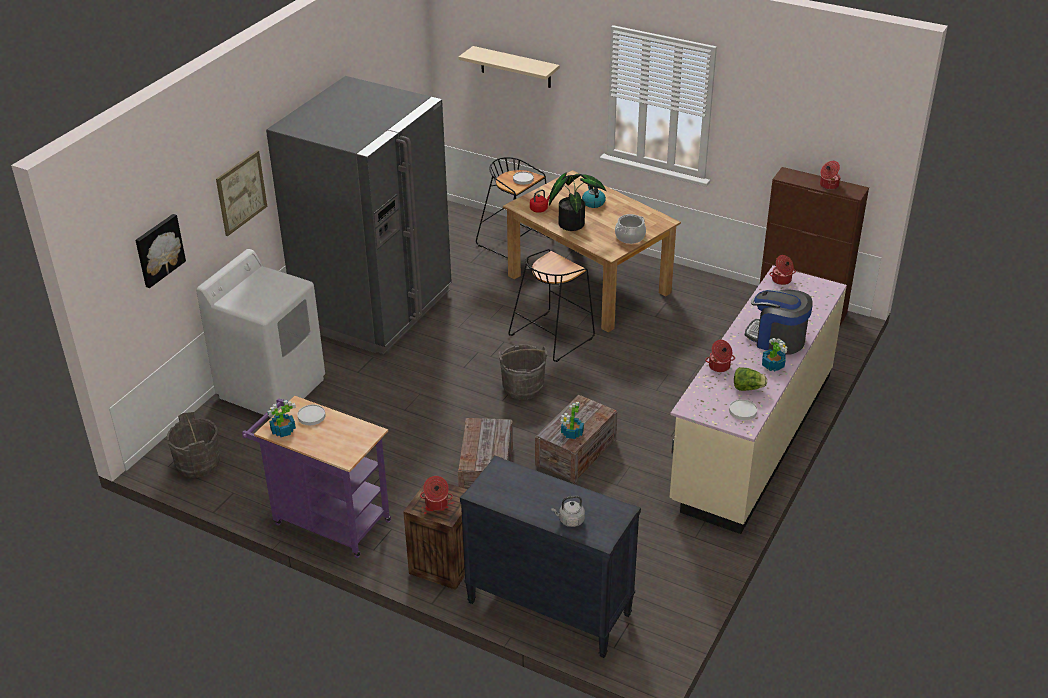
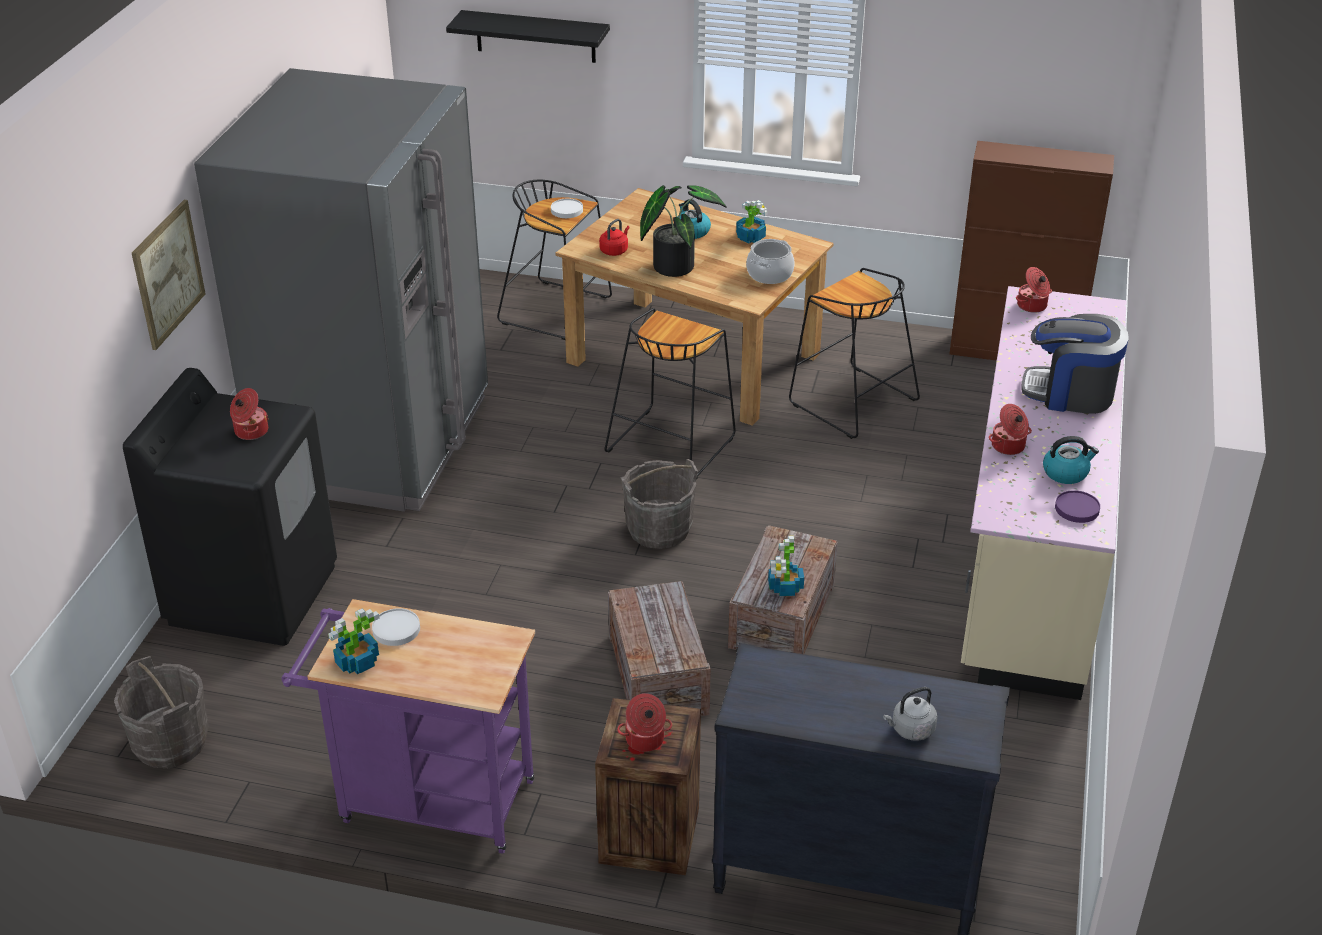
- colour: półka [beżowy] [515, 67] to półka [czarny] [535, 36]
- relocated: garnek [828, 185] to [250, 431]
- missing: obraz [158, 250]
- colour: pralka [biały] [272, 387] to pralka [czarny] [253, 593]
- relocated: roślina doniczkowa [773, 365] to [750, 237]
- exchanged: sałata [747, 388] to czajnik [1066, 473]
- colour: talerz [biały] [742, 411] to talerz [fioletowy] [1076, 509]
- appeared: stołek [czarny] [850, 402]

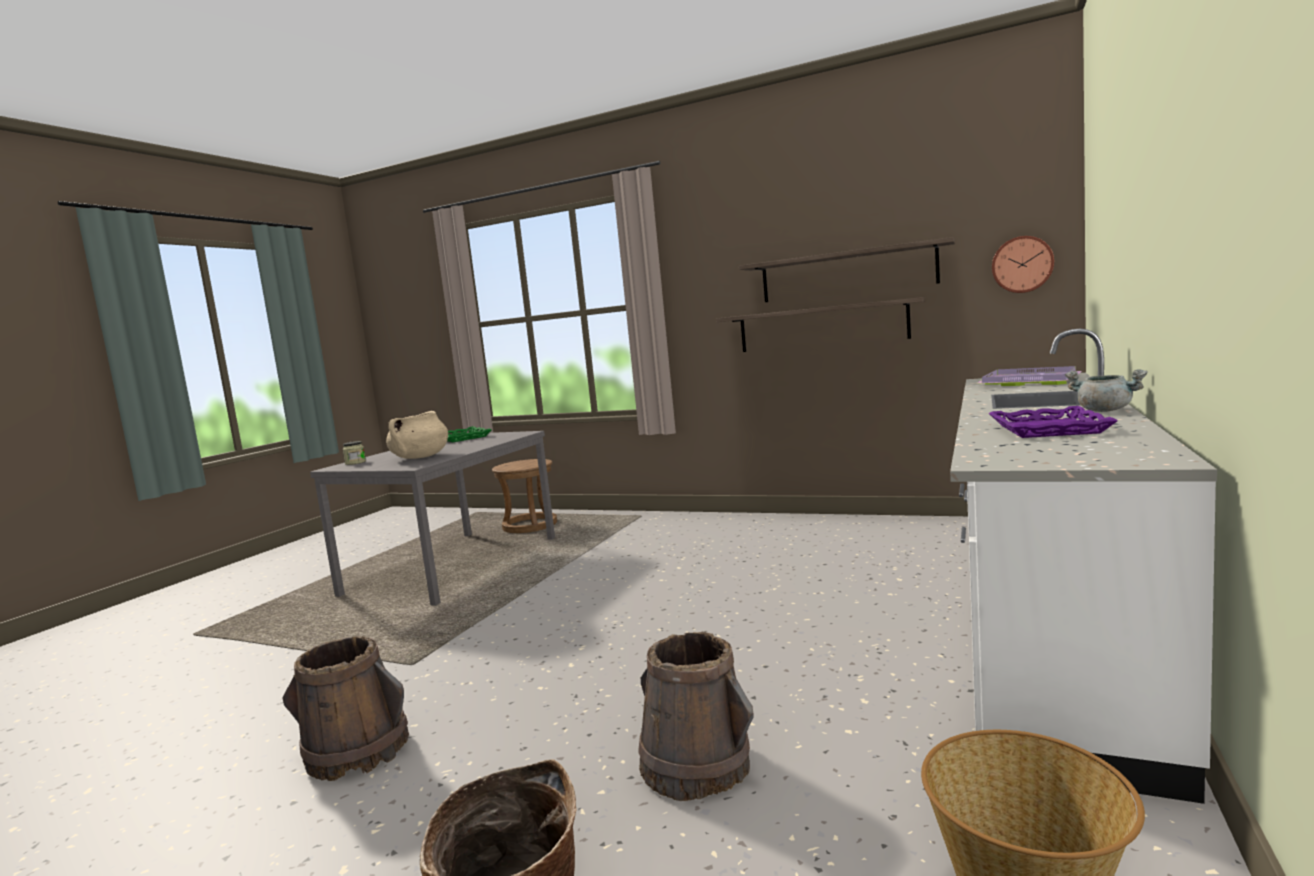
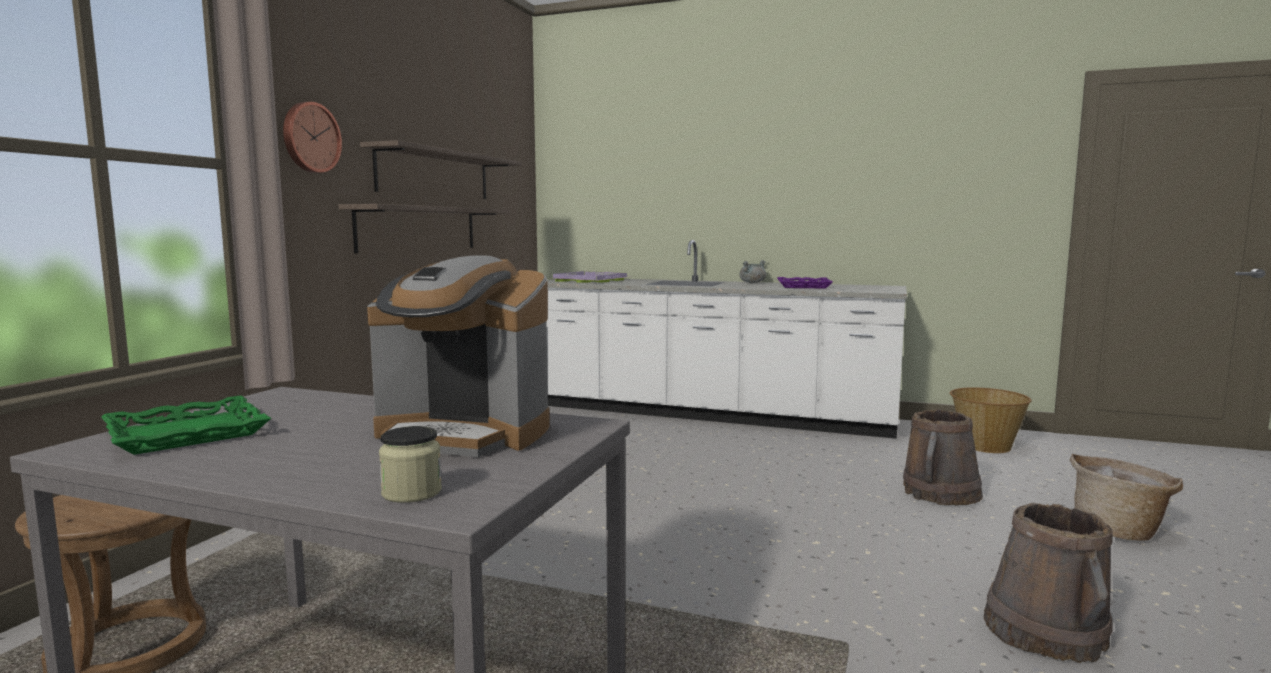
- relocated: zegar ścienny [1022, 264] to [310, 137]
- exchanged: garnek [beżowy] [420, 457] to ekspres do kawy [464, 434]

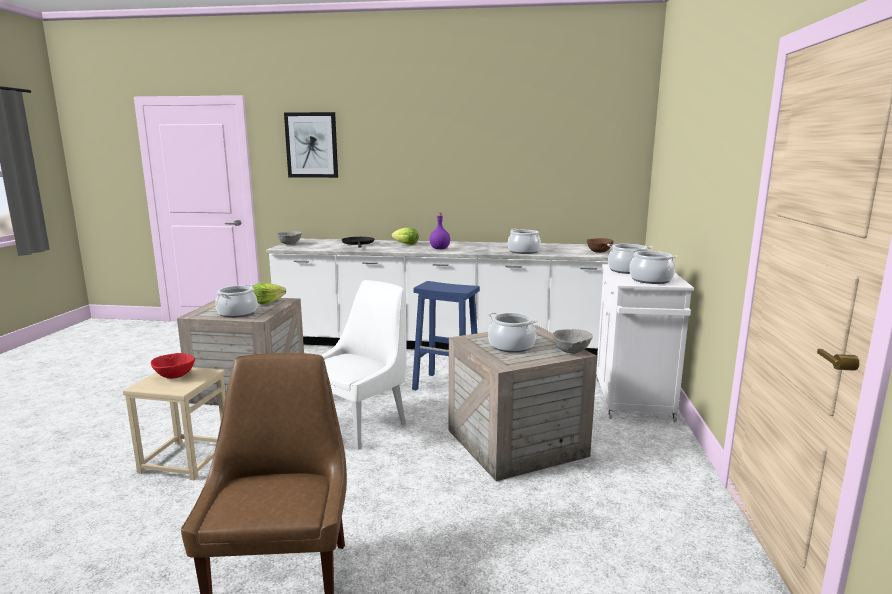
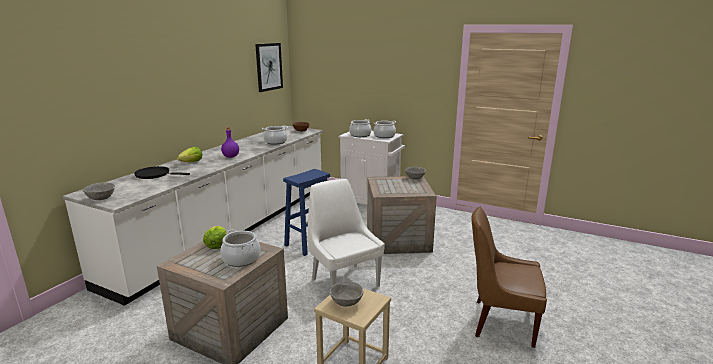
- relocated: obraz [311, 145] to [269, 67]
- missing: garnek [511, 346]
- colour: miska [czerwony] [174, 376] to miska [szary] [346, 303]

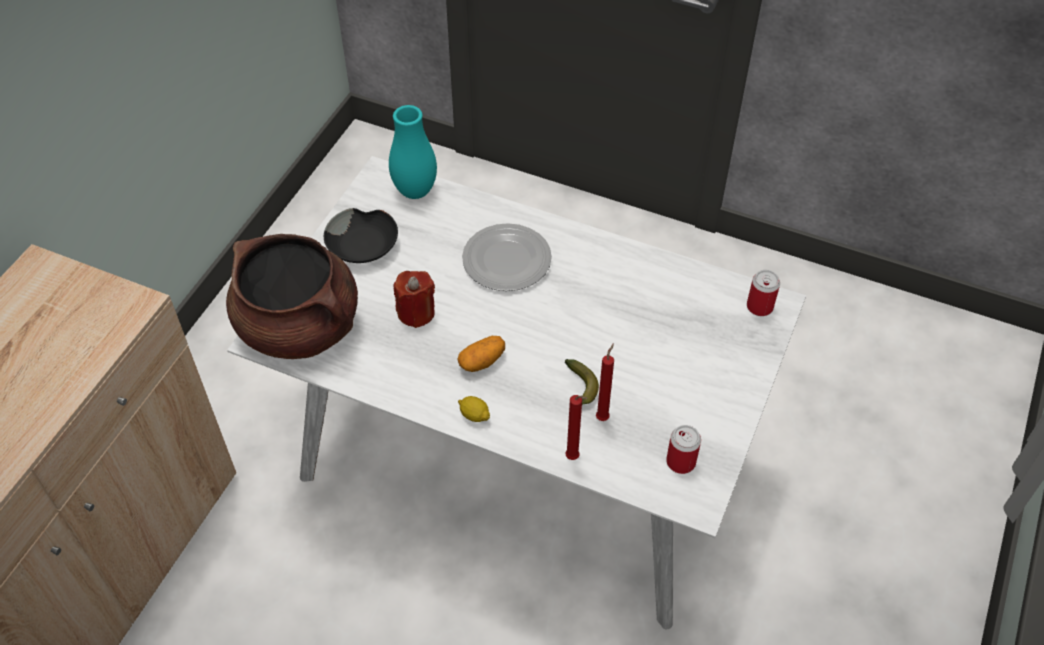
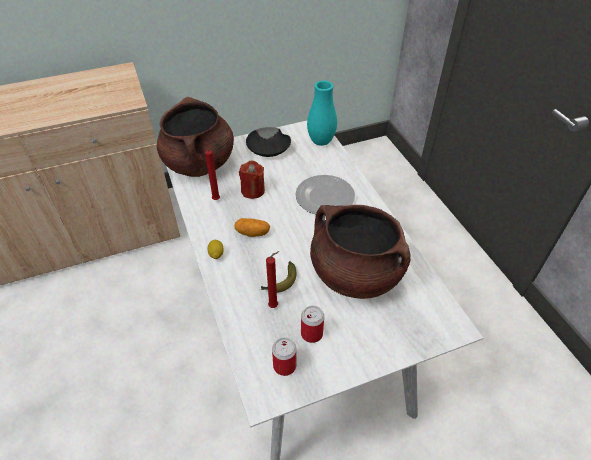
- relocated: puszka [759, 307] to [311, 333]
- relocated: świeca [czerwony] [574, 458] to [216, 200]
- appeared: garnek [brązowy] [355, 274]

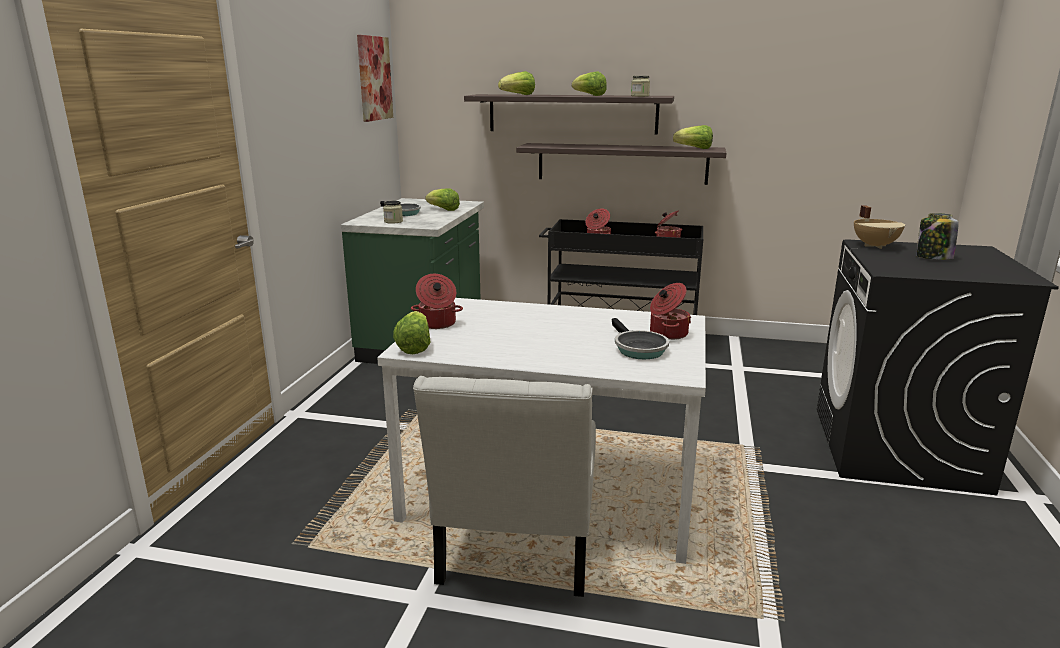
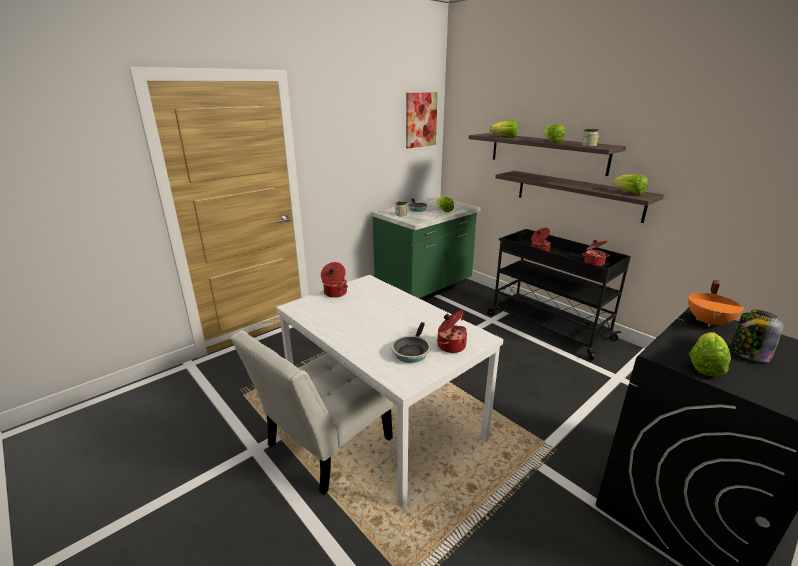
- colour: garnek [beżowy] [875, 246] to garnek [pomarańczowy] [709, 322]
- relocated: sałata [414, 347] to [704, 365]

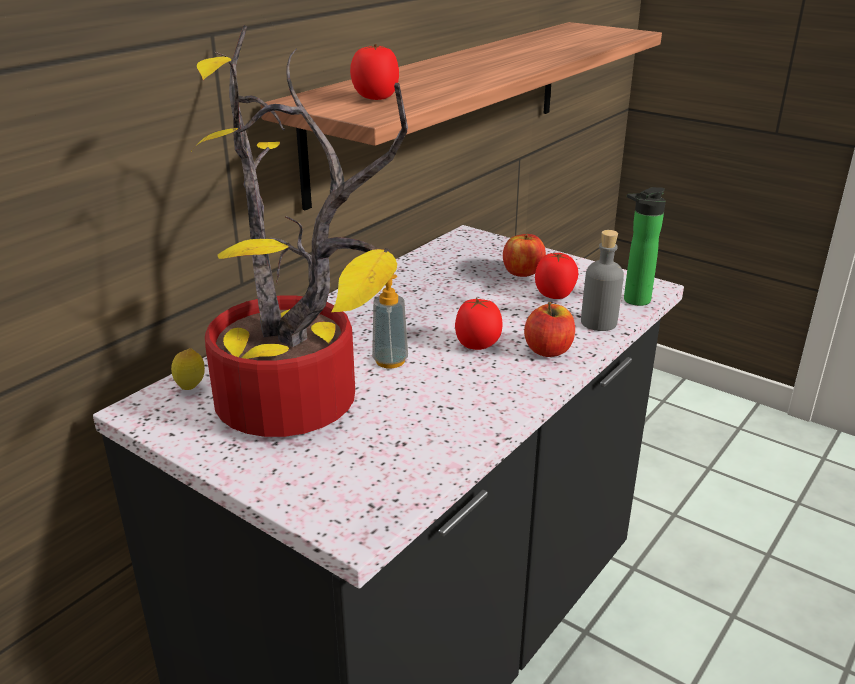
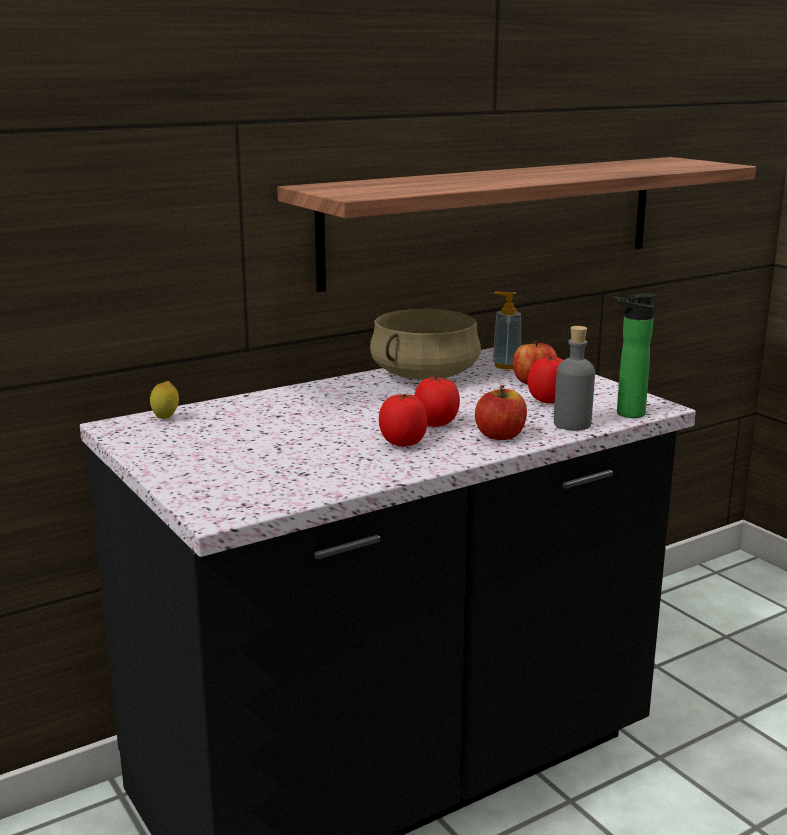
- missing: roślina doniczkowa [299, 405]
- relocated: pomidor [375, 98] to [402, 443]
- relocated: dozownik mydła [390, 361] to [506, 366]
- appeared: garnek [beżowy] [425, 376]

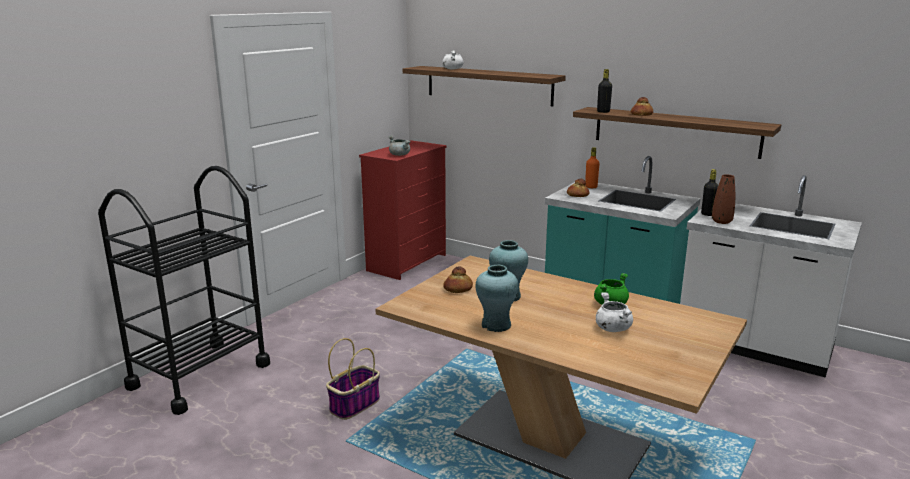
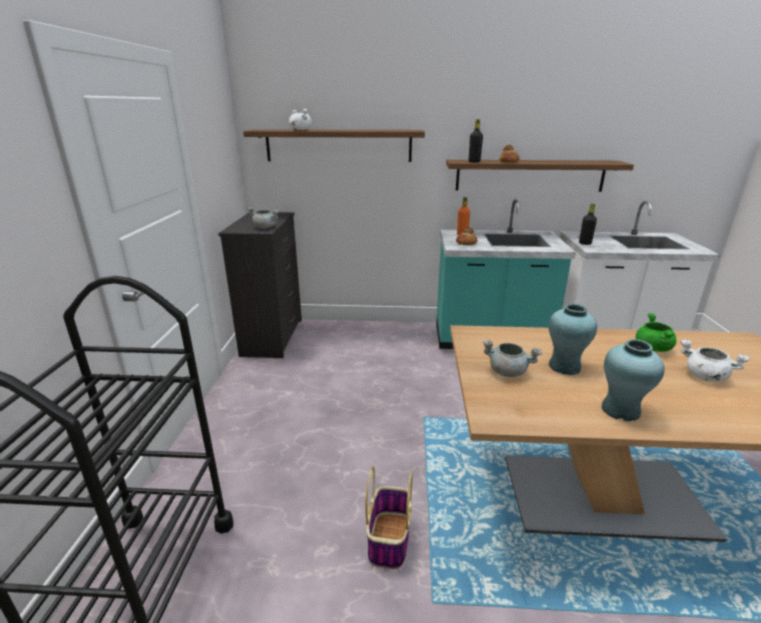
- colour: komoda [czerwony] [408, 262] to komoda [czarny] [273, 337]
- missing: wazon [brązowy] [721, 221]
- exchanged: chleb [458, 289] to garnek [szary] [508, 371]

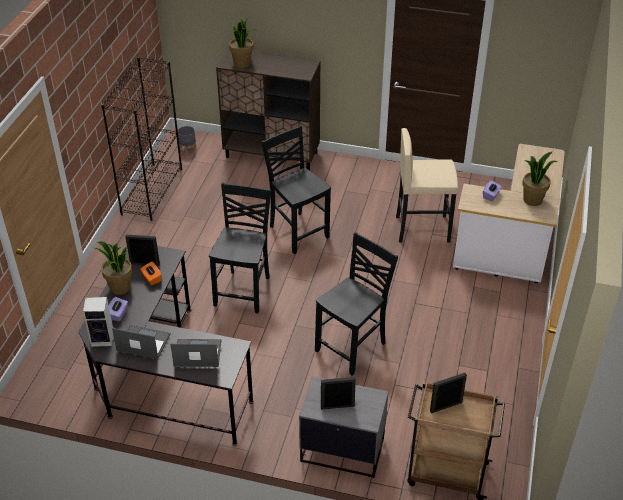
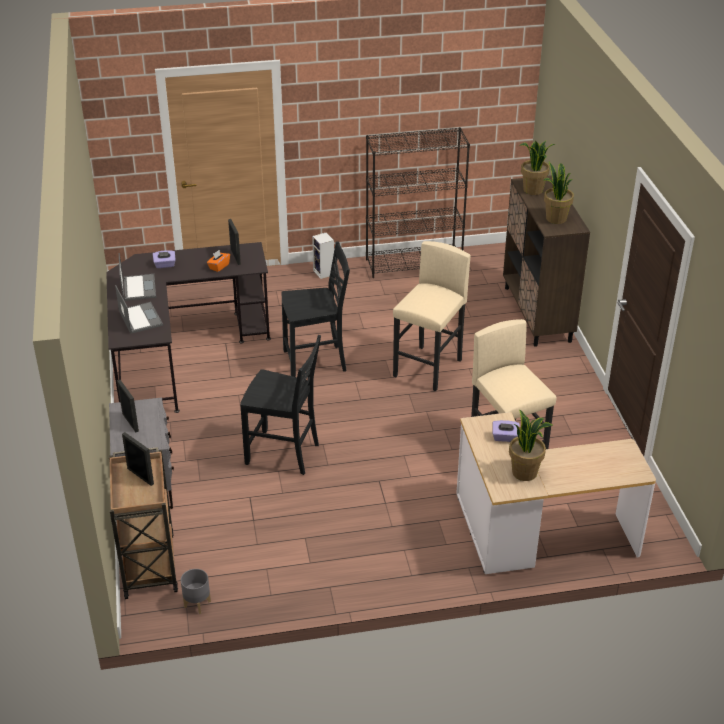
- exchanged: krzesło [czarny] [297, 231] to stołek [beżowy] [428, 368]
- relocated: donica [szary] [188, 149] to [197, 604]
- relocated: roślina doniczkowa [119, 288] to [555, 219]
- relocated: głośnik [103, 338] to [324, 273]

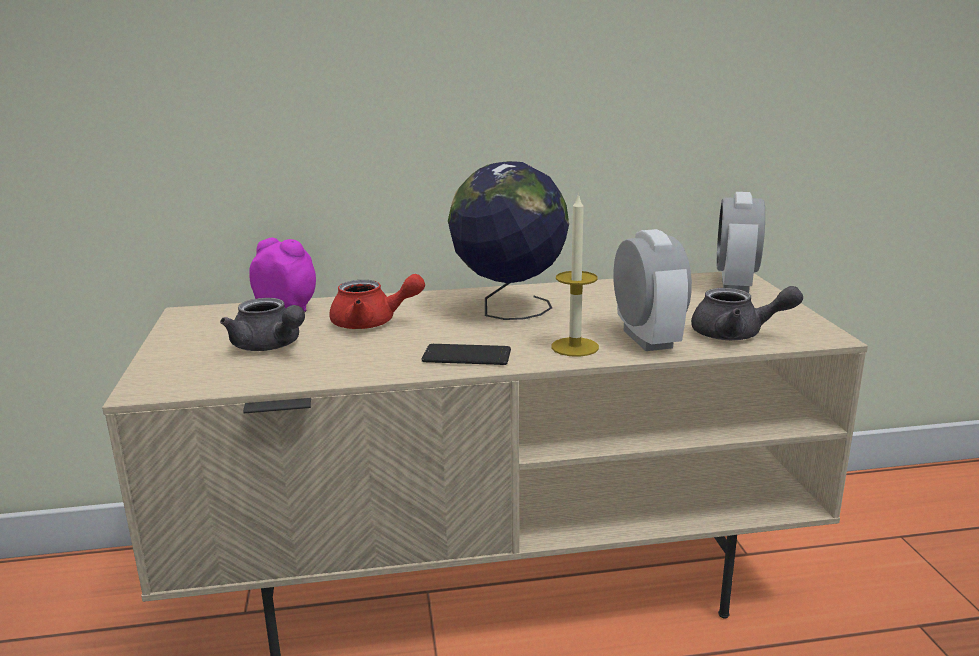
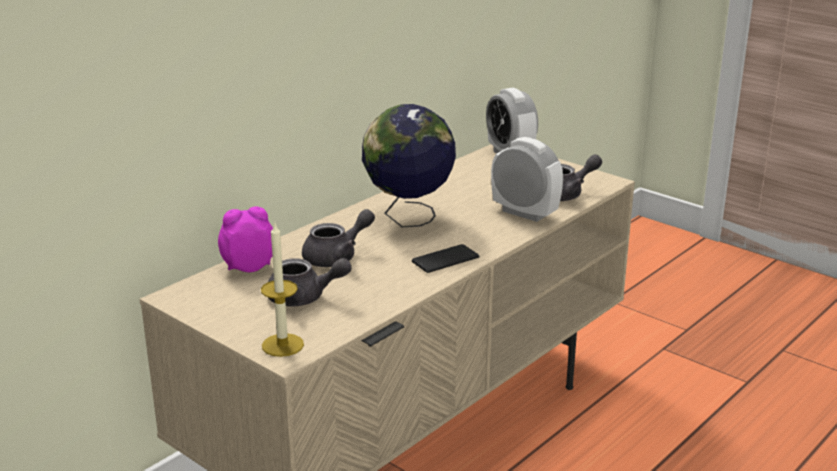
- relocated: świeca [575, 347] to [282, 345]
- colour: imbryk [czerwony] [372, 323] to imbryk [szary] [337, 257]

